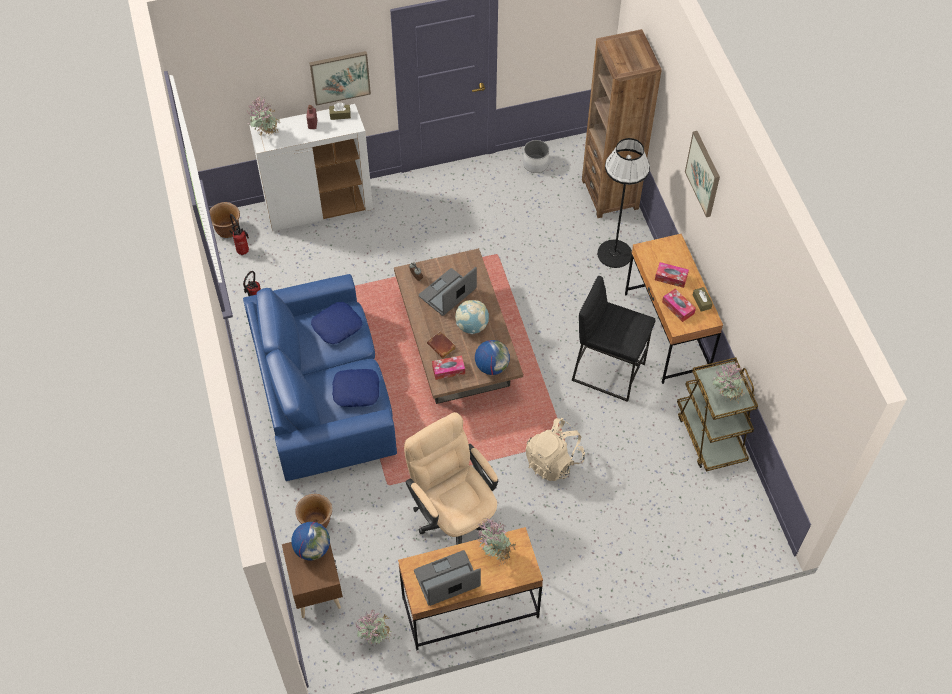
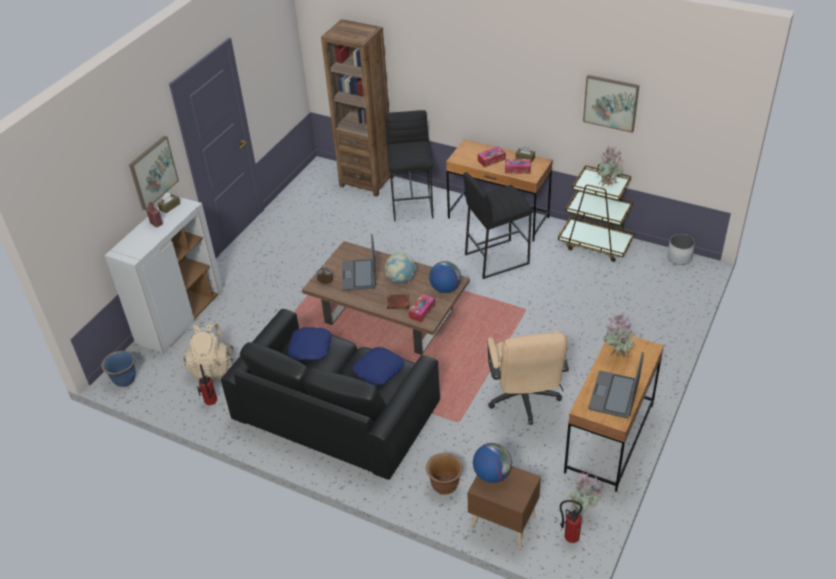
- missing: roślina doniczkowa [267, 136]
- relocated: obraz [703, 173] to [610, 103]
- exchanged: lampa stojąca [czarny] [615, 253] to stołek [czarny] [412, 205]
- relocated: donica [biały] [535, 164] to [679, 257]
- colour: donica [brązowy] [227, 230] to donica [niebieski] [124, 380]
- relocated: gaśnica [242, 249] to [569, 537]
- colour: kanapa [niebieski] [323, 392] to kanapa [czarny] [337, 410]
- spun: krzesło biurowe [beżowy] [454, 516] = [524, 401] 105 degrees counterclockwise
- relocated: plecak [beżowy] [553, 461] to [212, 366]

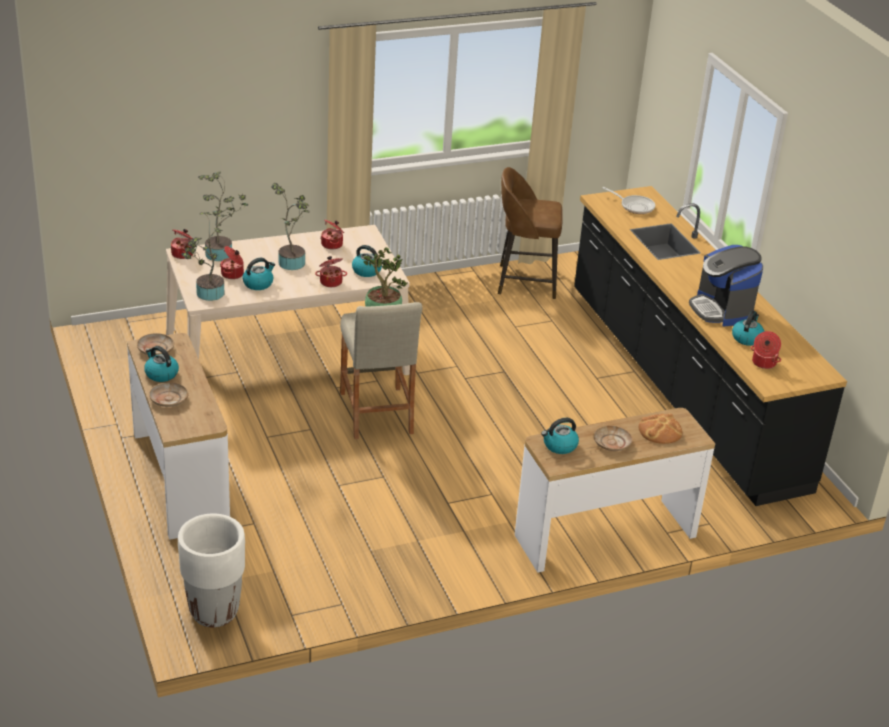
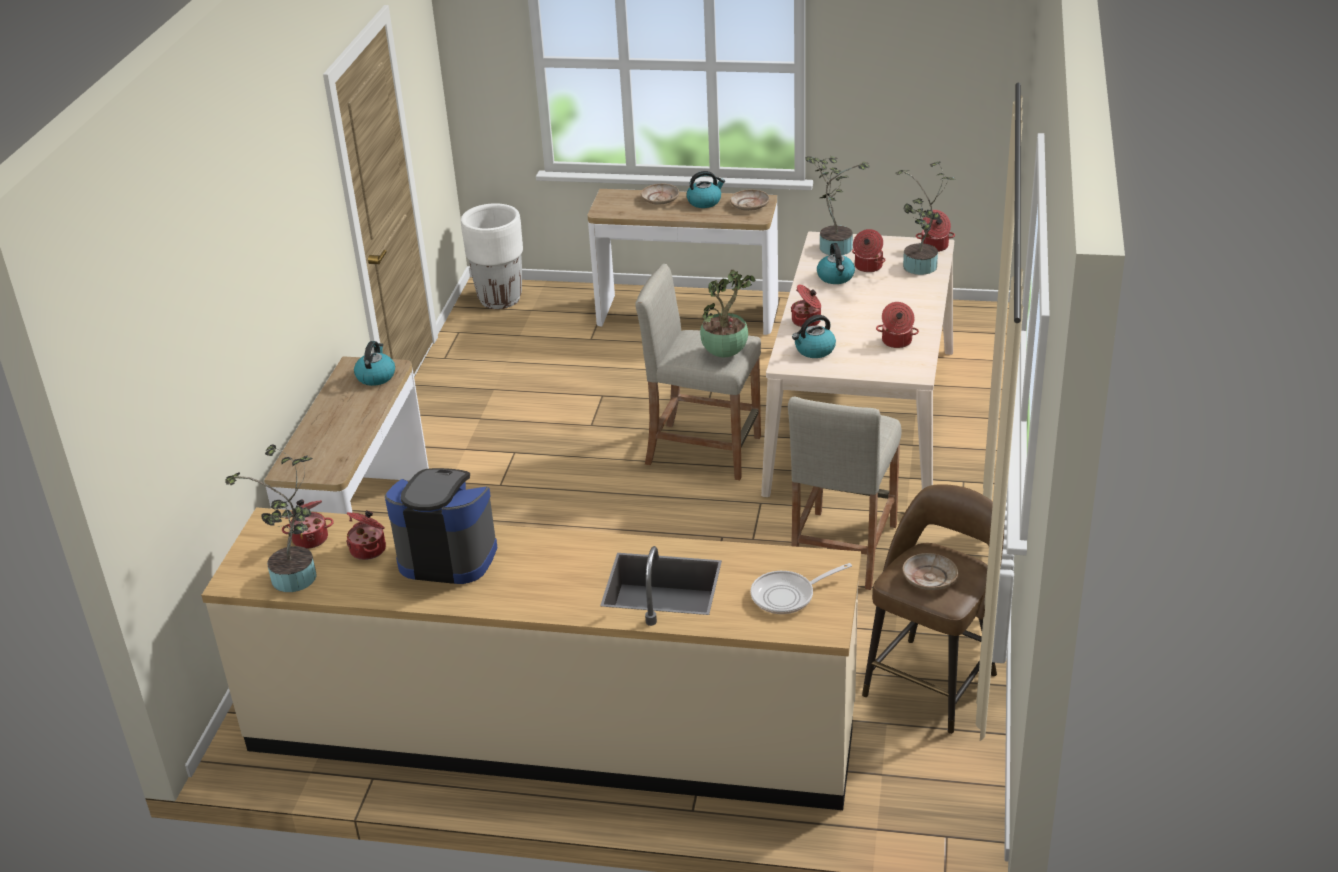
- relocated: roślina doniczkowa [293, 261] to [297, 580]
- colour: zabudowa kuchenna [czarny] [682, 388] to zabudowa kuchenna [beżowy] [551, 731]
- exchanged: czajnik [747, 338] to garnek [369, 549]
- missing: chleb [660, 431]
- relocated: talerz [beżowy] [612, 443] to [929, 578]
- appeared: stołek [beżowy] [842, 549]

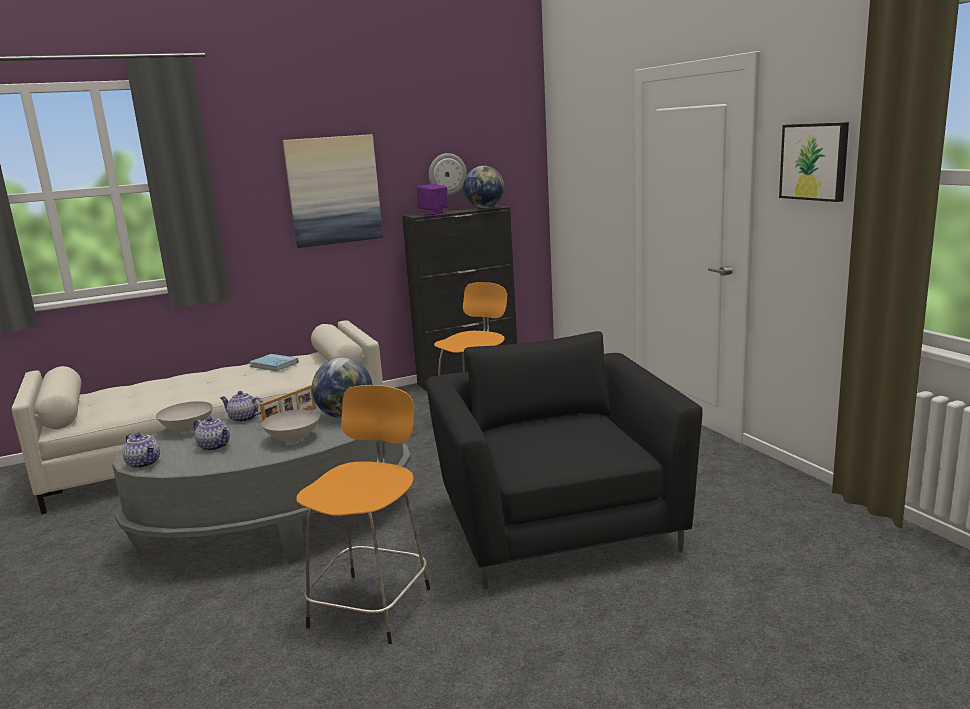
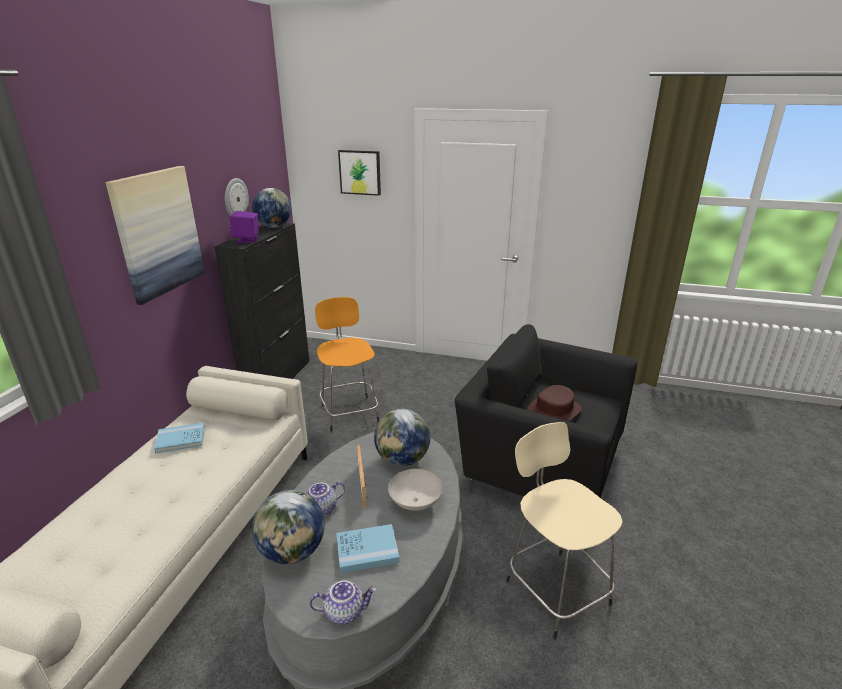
- relocated: obraz [815, 161] to [360, 172]
- colour: stołek [pomarańczowy] [372, 604] to stołek [beżowy] [555, 589]
- exchanged: miska [biały] [188, 429] to globus [293, 552]
- exchanged: imbryk [215, 446] to książka [niebieski] [367, 550]
- appeared: kapelusz [brązowy] [554, 412]

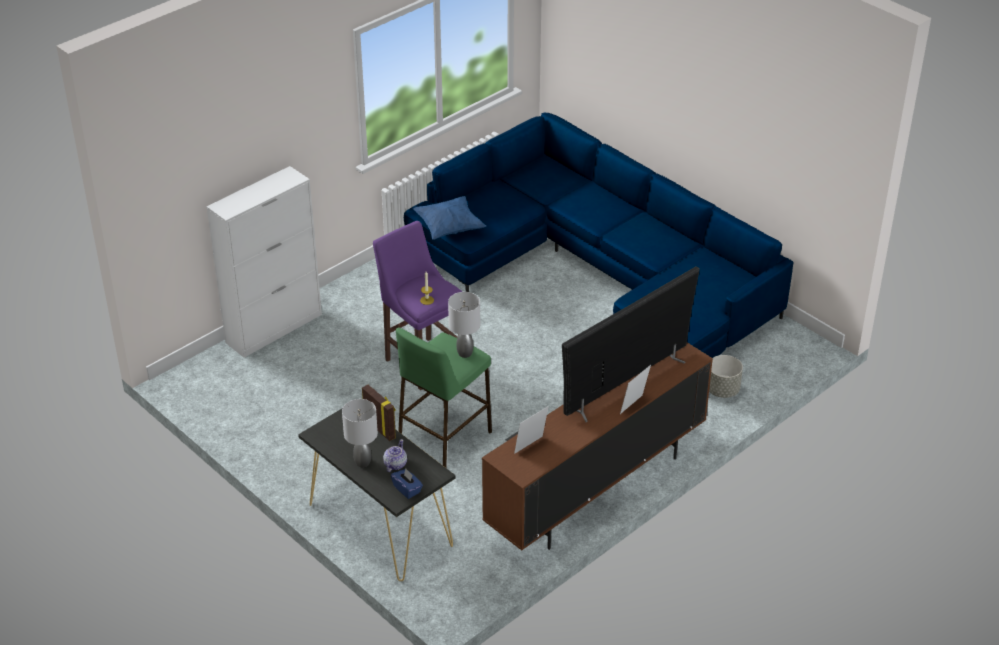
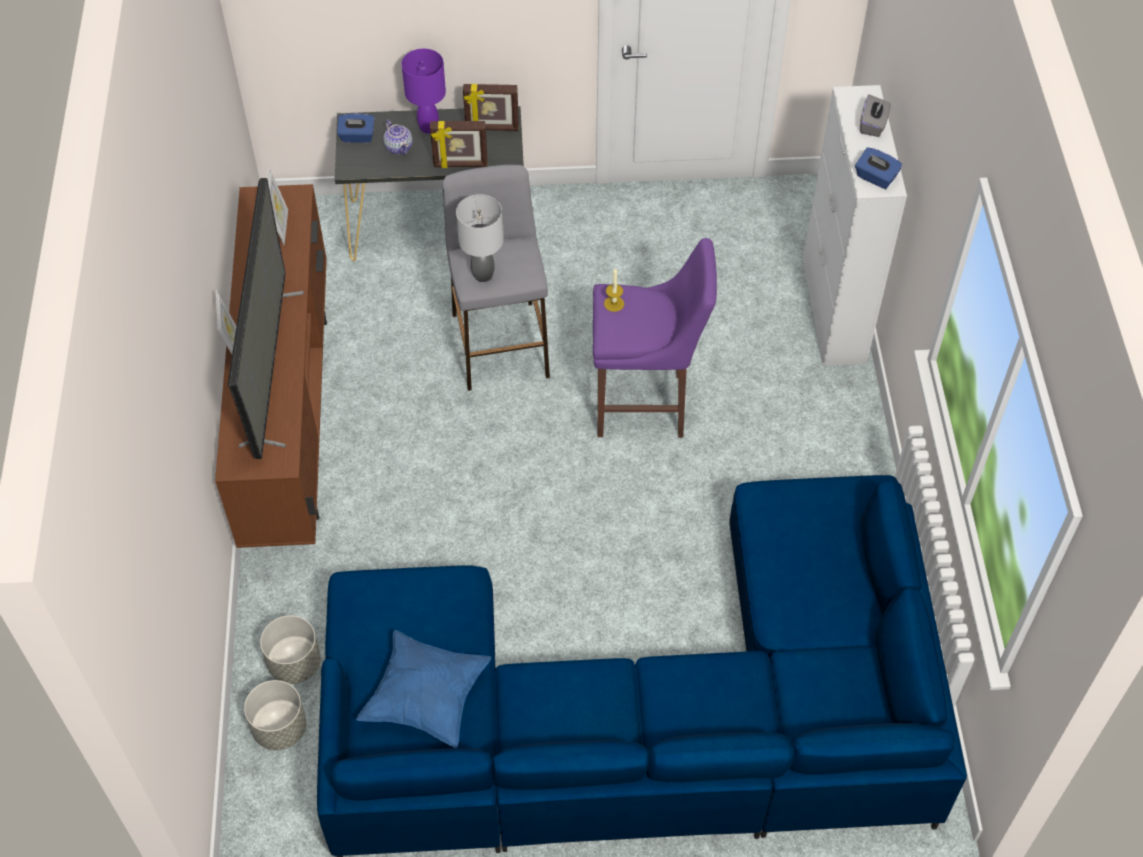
- relocated: poduszka [niebieski] [449, 228] to [426, 698]
- colour: stołek [zielony] [444, 439] to stołek [szary] [500, 344]
- colour: lampa stołowa [szary] [363, 462] to lampa stołowa [fioletowy] [428, 128]
- appeared: ramka na zdjęcie [492, 128]
- appeared: pudełko chusteczek [szary] [873, 125]
- appeared: pudełko chusteczek [niebieski] [875, 178]
- appeared: donica [szary] [280, 728]

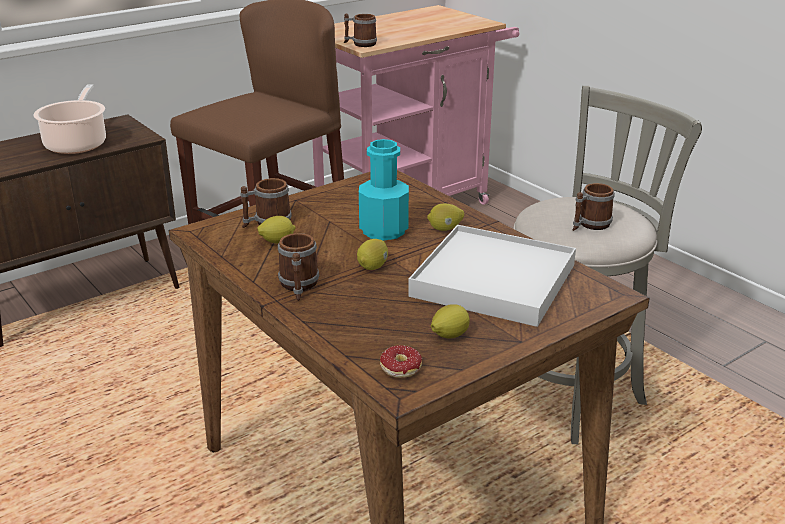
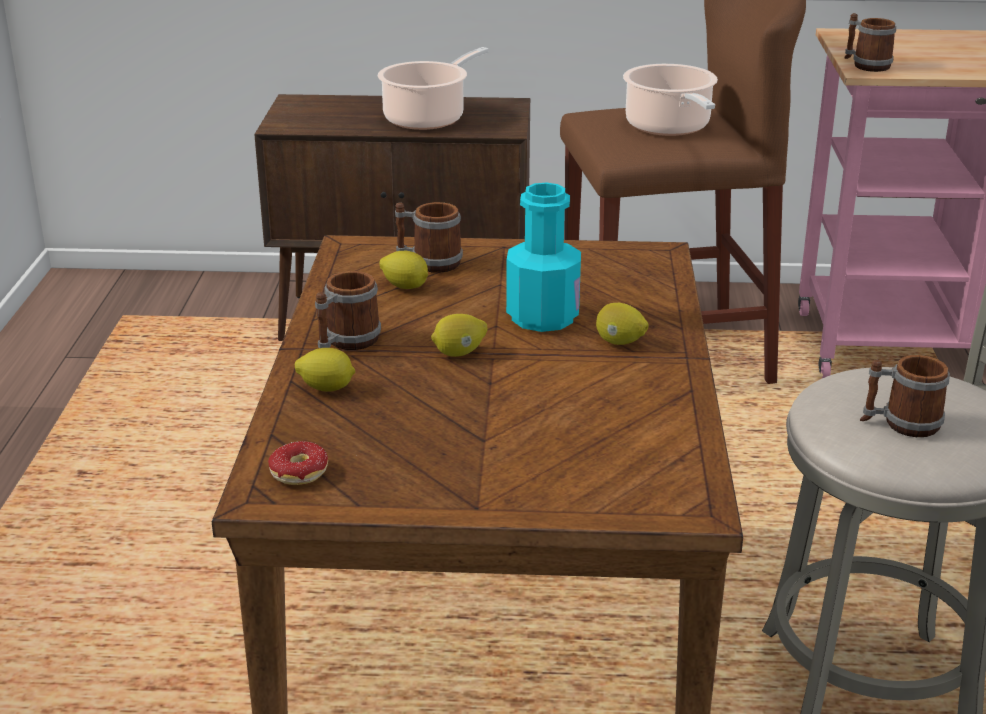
- missing: taca [biały] [494, 281]
- relocated: cytryna [449, 335] to [327, 388]
- appeared: garnek [669, 128]

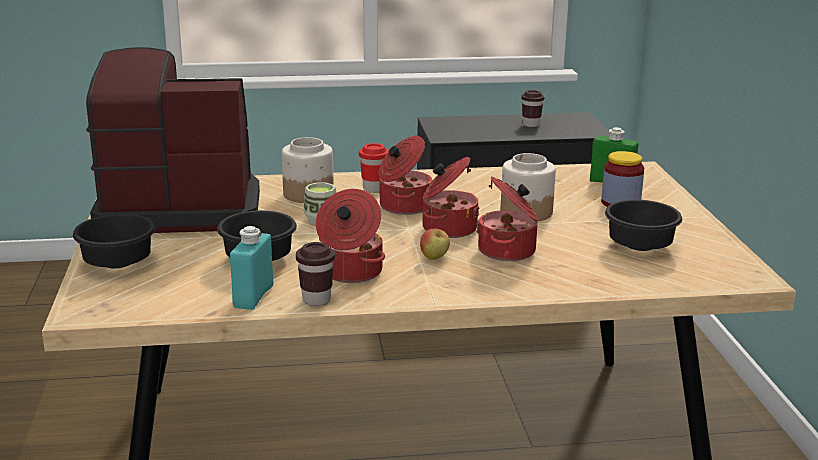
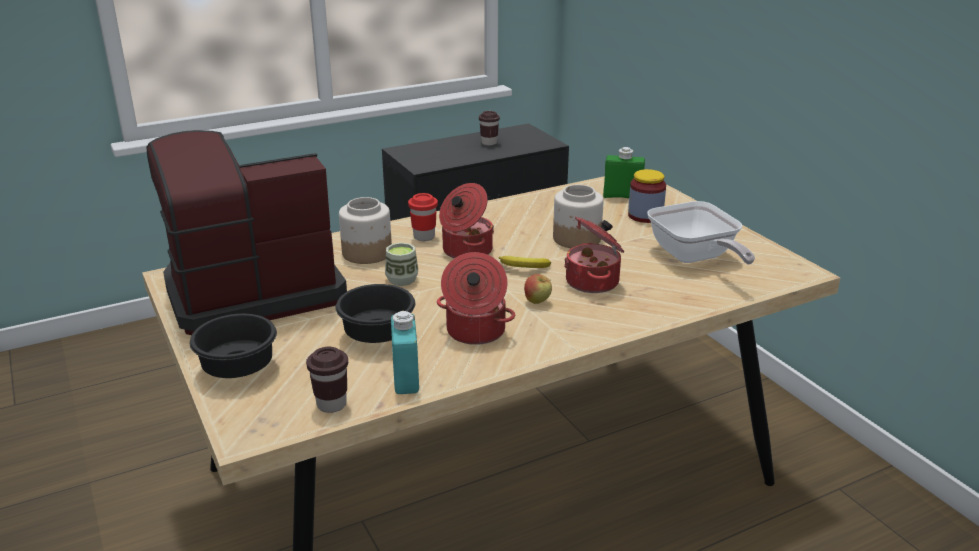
- exchanged: garnek [448, 228] to banan [523, 267]
- exchanged: miska [czarny] [639, 247] to patelnia [695, 258]
- relocated: filiżanka [brązowy] [316, 300] to [331, 404]

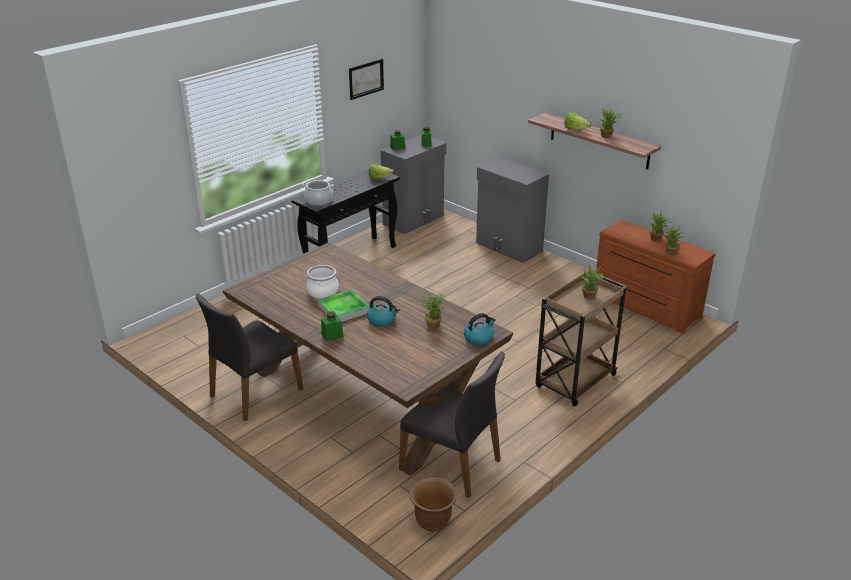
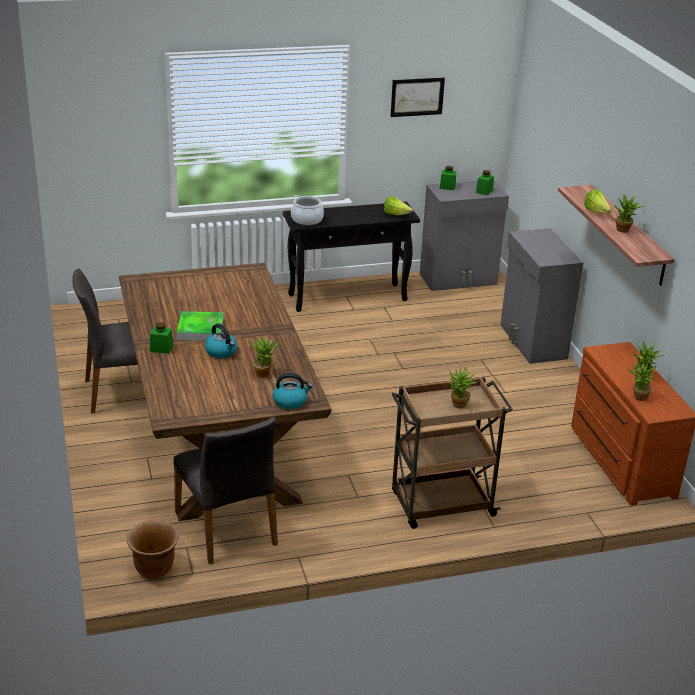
- missing: garnek [322, 291]

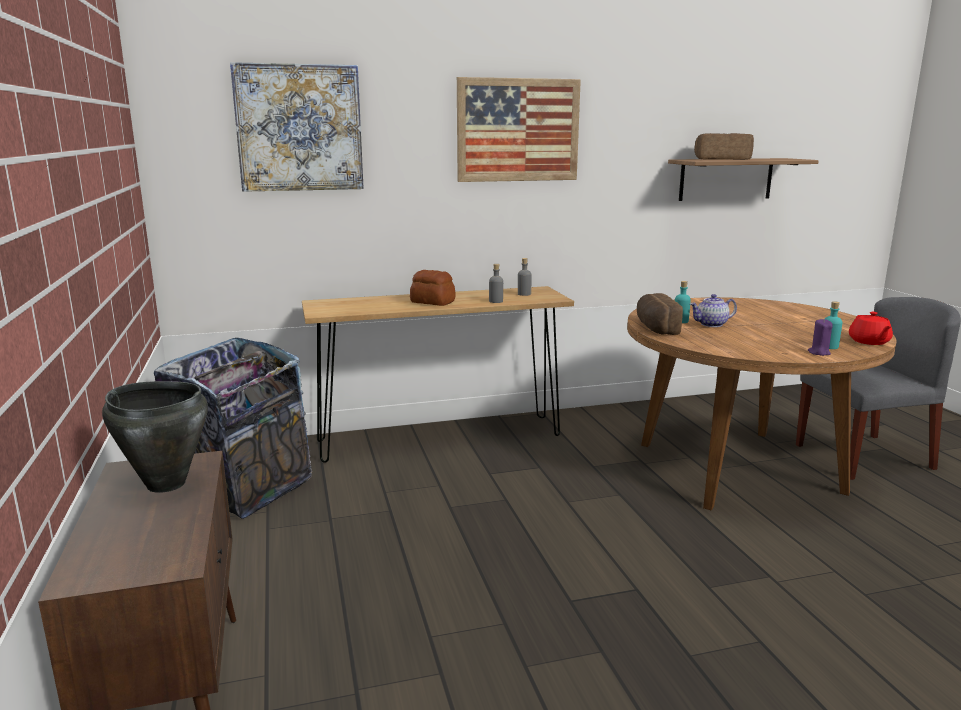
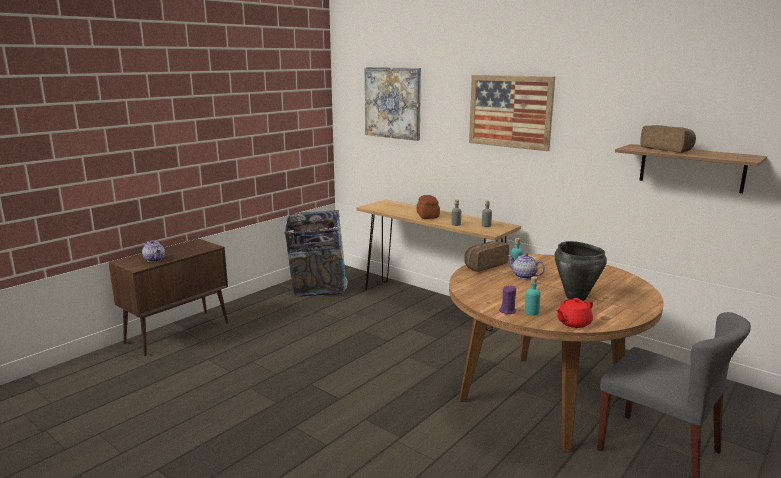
- relocated: garnek [czarny] [166, 483] to [576, 297]
- appeared: imbryk [155, 260]

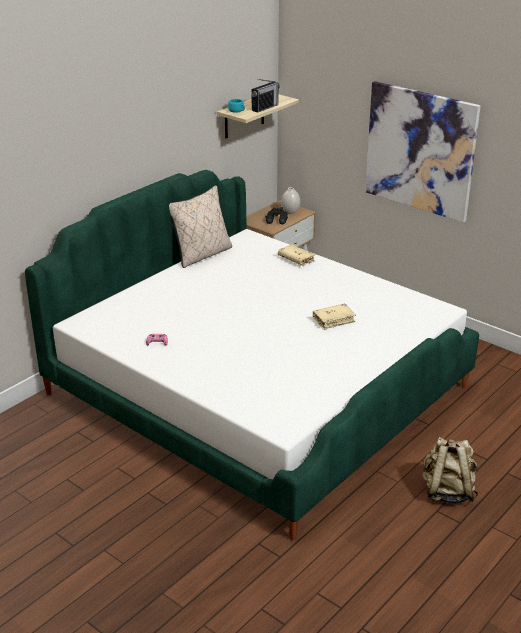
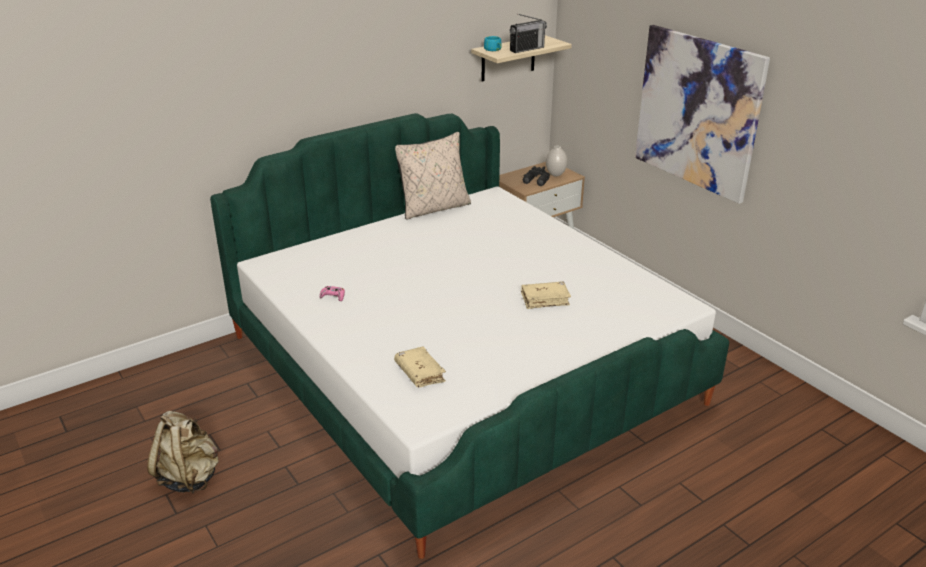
- relocated: książka [beżowy] [296, 259] to [420, 373]
- relocated: plecak [beżowy] [447, 492] to [189, 477]

